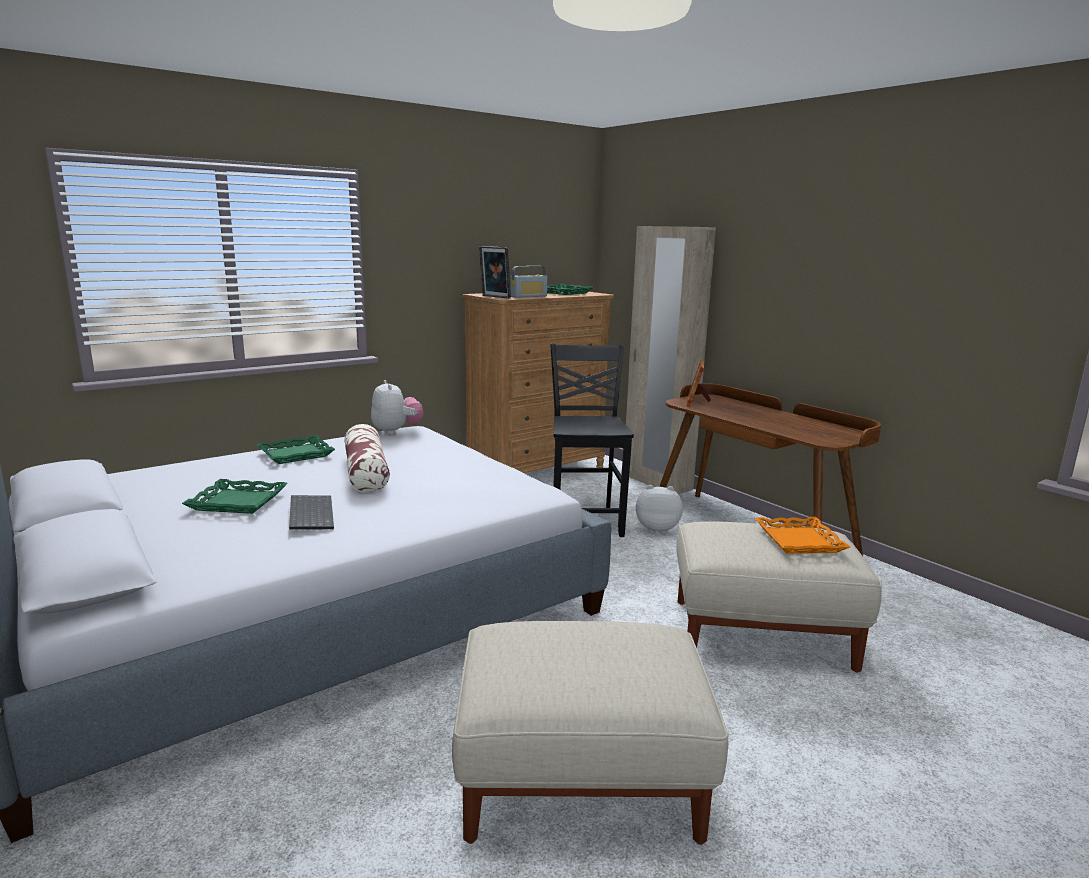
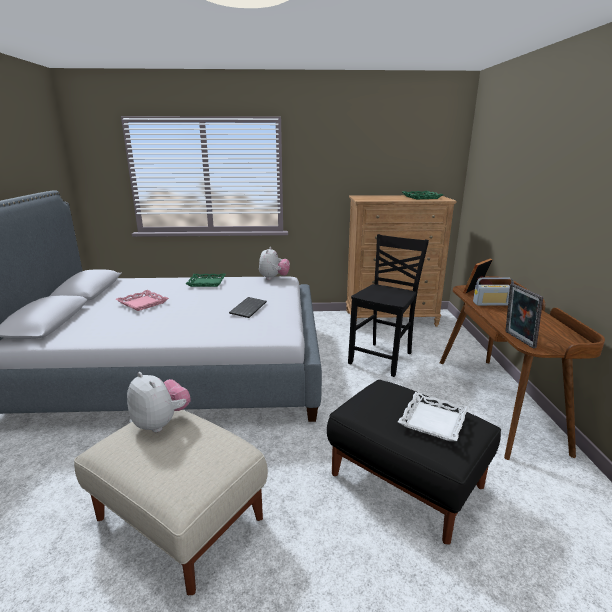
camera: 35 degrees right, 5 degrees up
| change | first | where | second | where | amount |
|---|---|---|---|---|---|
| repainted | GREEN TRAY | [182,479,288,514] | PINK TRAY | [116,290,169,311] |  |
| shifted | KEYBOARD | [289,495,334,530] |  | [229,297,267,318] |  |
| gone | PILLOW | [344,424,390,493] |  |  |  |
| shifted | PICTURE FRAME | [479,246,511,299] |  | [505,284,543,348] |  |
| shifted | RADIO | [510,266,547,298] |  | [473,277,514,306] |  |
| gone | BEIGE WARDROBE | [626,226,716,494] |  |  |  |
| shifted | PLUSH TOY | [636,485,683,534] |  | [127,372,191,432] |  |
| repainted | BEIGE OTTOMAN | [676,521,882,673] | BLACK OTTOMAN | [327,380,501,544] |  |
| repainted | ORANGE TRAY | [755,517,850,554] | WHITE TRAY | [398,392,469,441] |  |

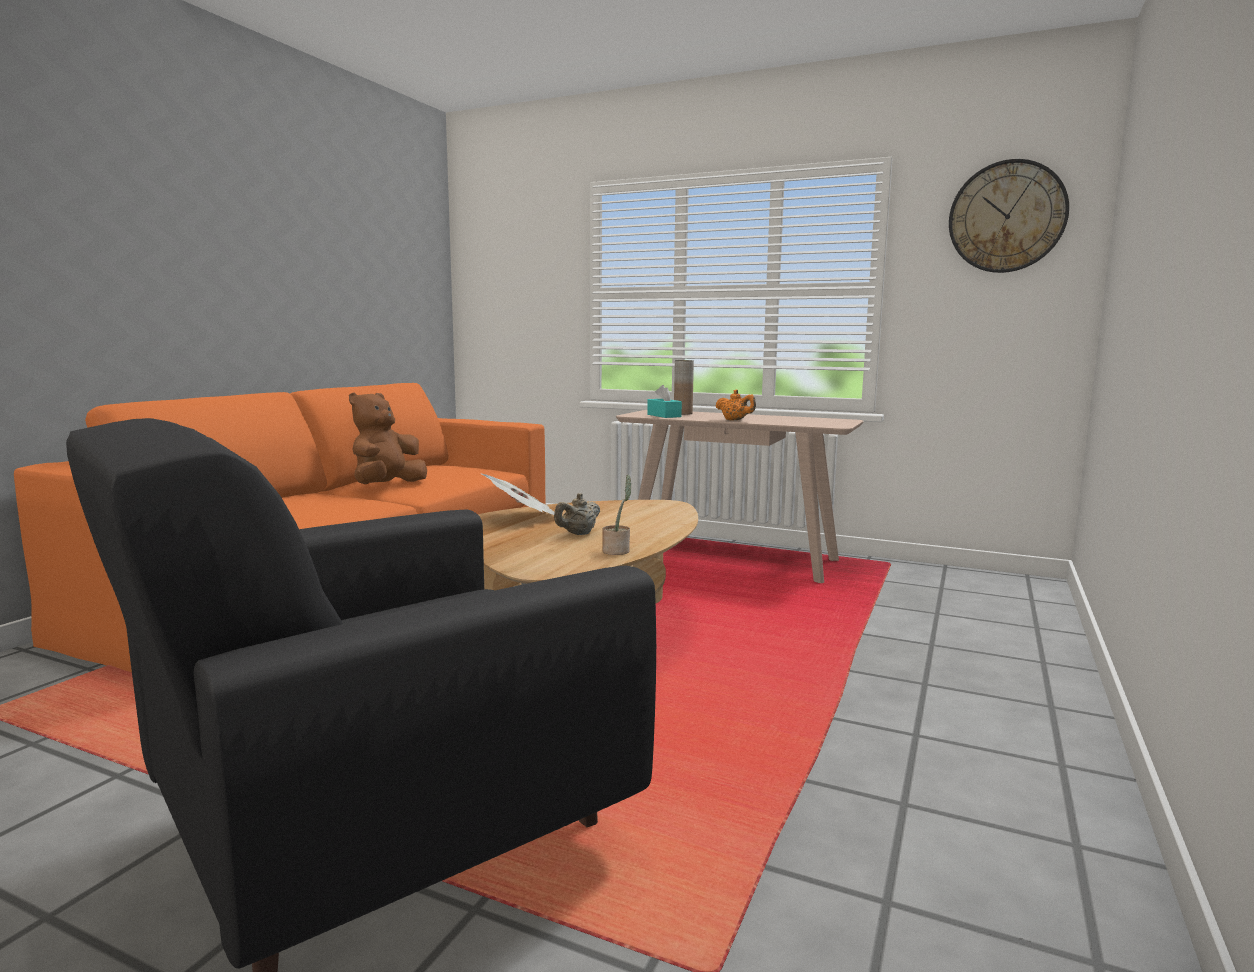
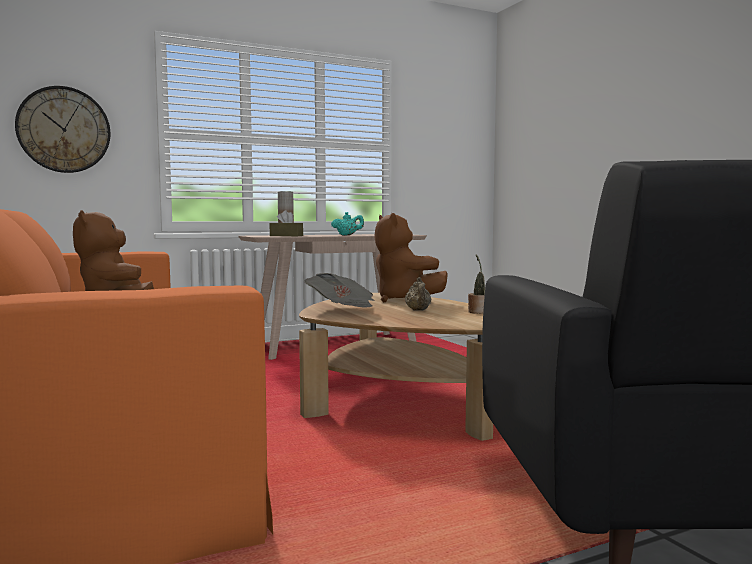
camera: 50 degrees left, 5 degrees down
| change | first | where | second | where | amount |
|---|---|---|---|---|---|
| repainted | TURQUOISE TISSUE BOX | [647,385,682,418] | BROWN TISSUE BOX | [270,210,303,236] |  |
| repainted | ORANGE TEAPOT | [715,390,756,420] | TURQUOISE TEAPOT | [331,212,364,236] |  |
| shifted | WALL CLOCK | [949,159,1069,273] |  | [15,86,111,173] |  |
| new |  |  | BROWN PLUSH TOY | [374,213,448,303] |  |

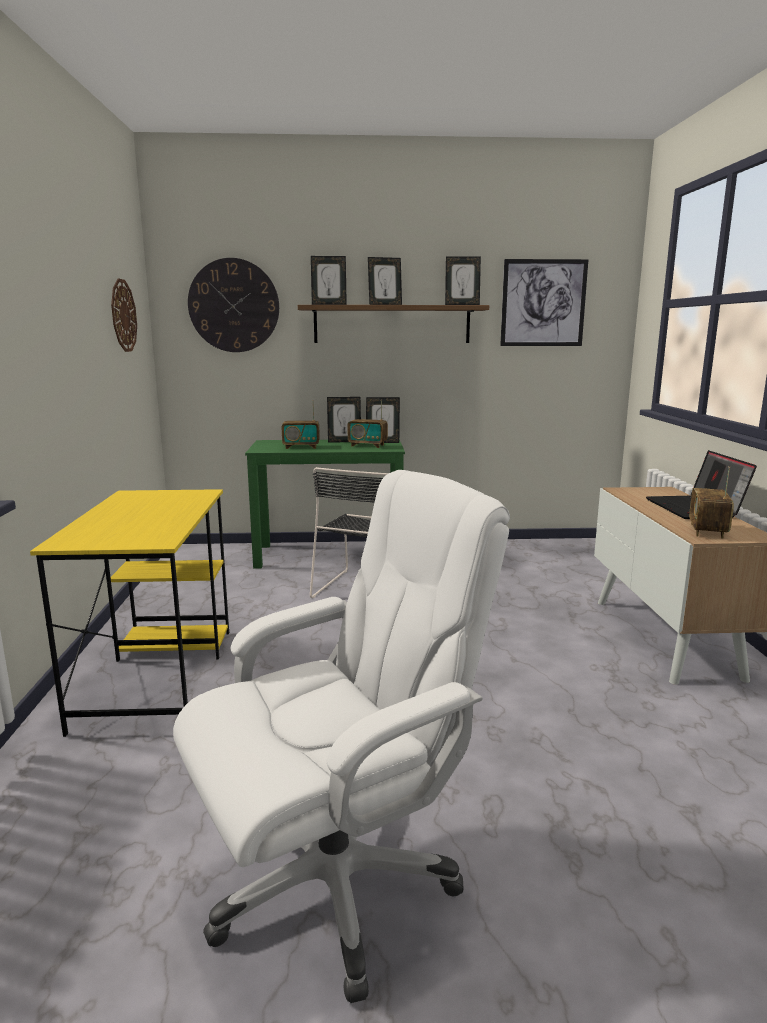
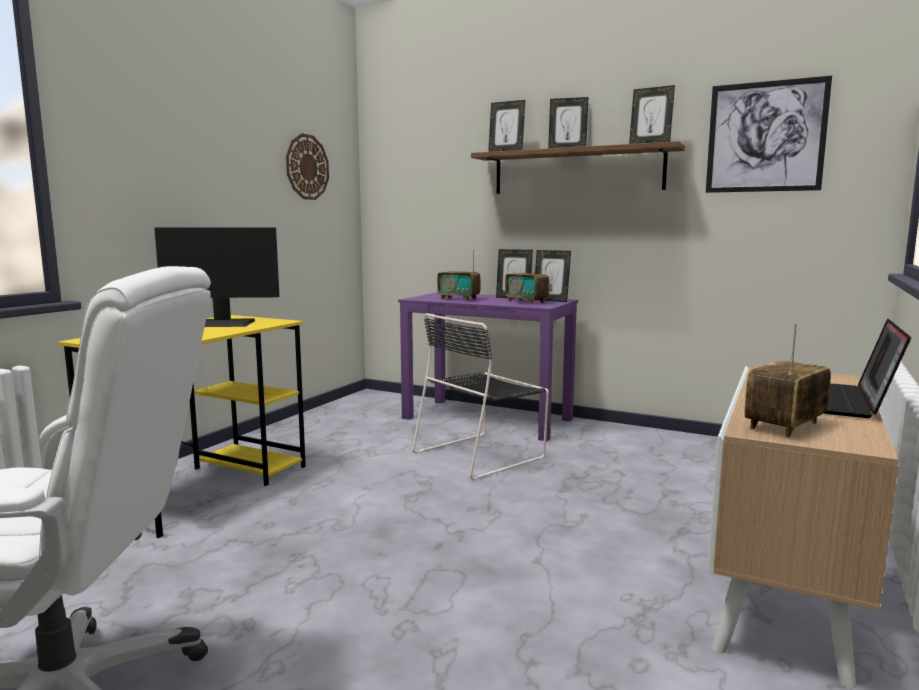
camera: 30 degrees right, 5 degrees down
| change | first | where | second | where | amount |
|---|---|---|---|---|---|
| gone | WALL CLOCK | [188,258,279,352] |  |  |  |
| repainted | GREEN DESK | [245,440,405,569] | PURPLE DESK | [398,292,578,441] |  |
| new |  |  | MONITOR | [154,227,279,327] |  |

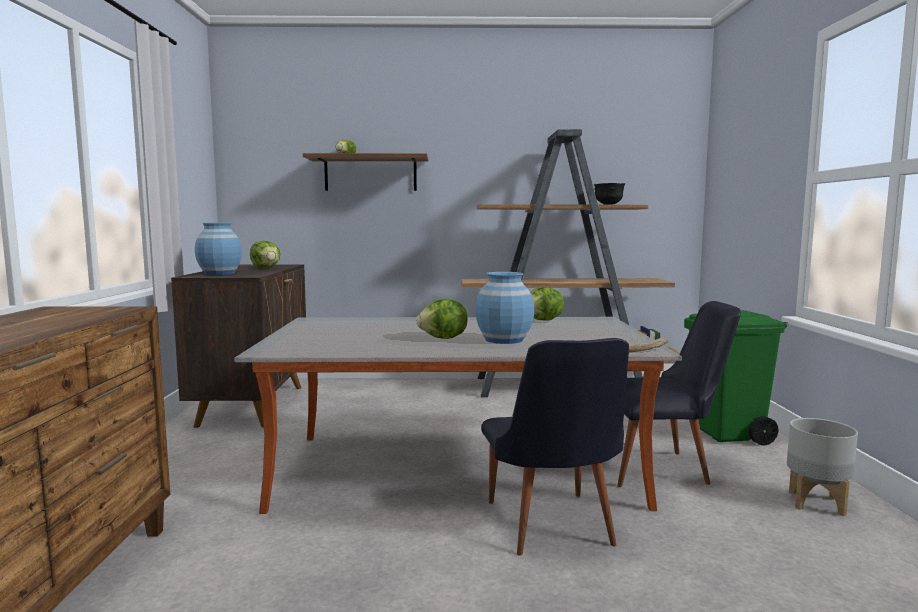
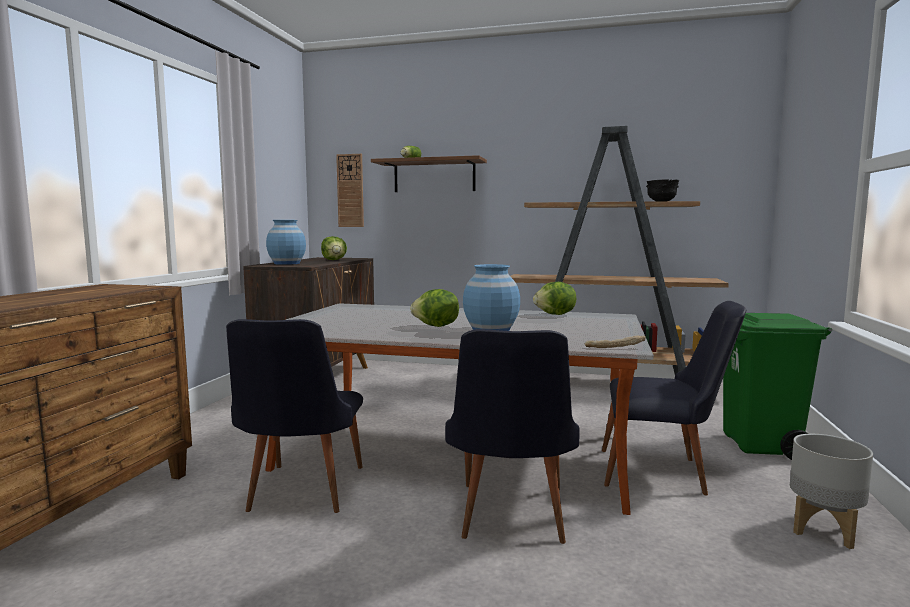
camera: 15 degrees right, 0 degrees up
| change | first | where | second | where | amount |
|---|---|---|---|---|---|
| new |  |  | BLACK CHAIR | [226,319,363,513] |  |
| new |  |  | WALL CLOCK | [336,154,364,227] |  |

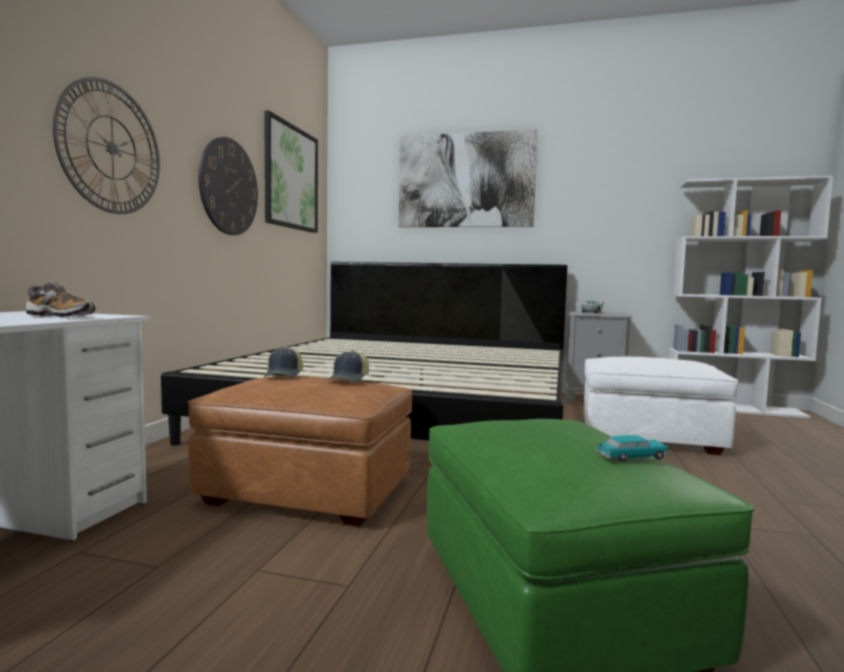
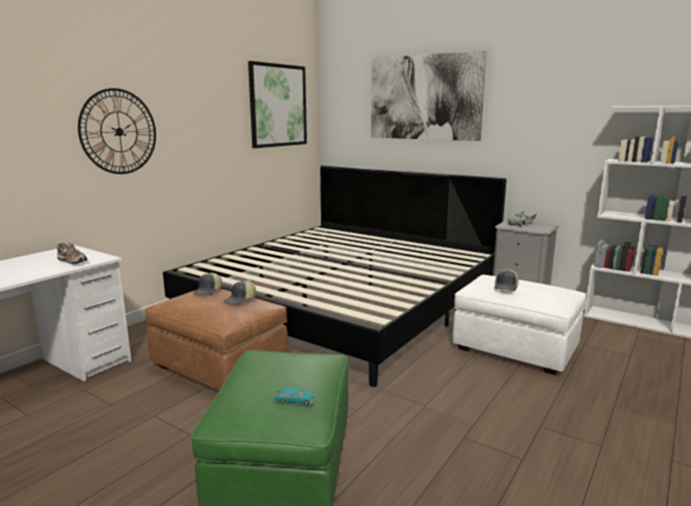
camera: 20 degrees right, 10 degrees up
| change | first | where | second | where | amount |
|---|---|---|---|---|---|
| gone | WALL CLOCK | [198,137,258,235] |  |  |  |
| new |  |  | CAP | [494,269,519,291] |  |

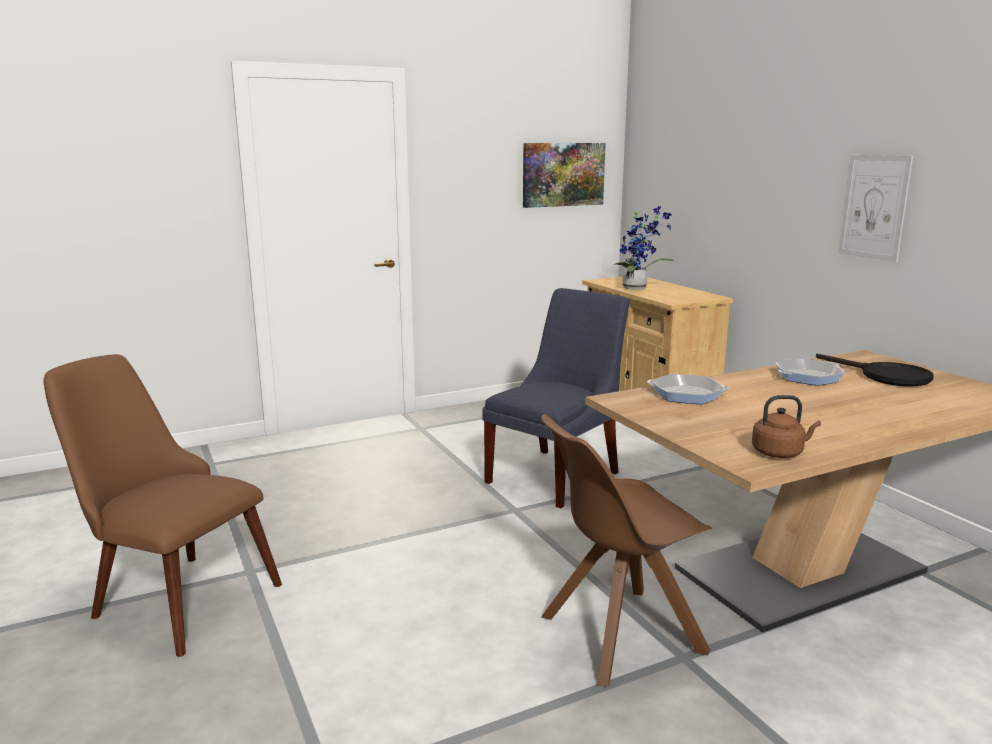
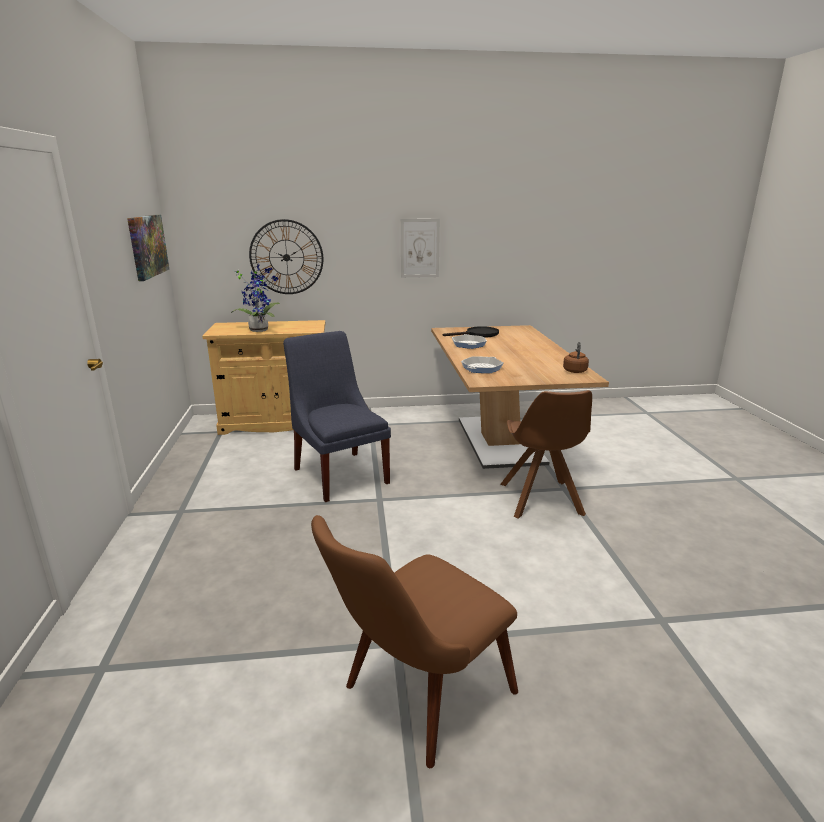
camera: 70 degrees left, 5 degrees up
| change | first | where | second | where | amount |
|---|---|---|---|---|---|
| new |  |  | WALL CLOCK | [249,219,323,294] |  |

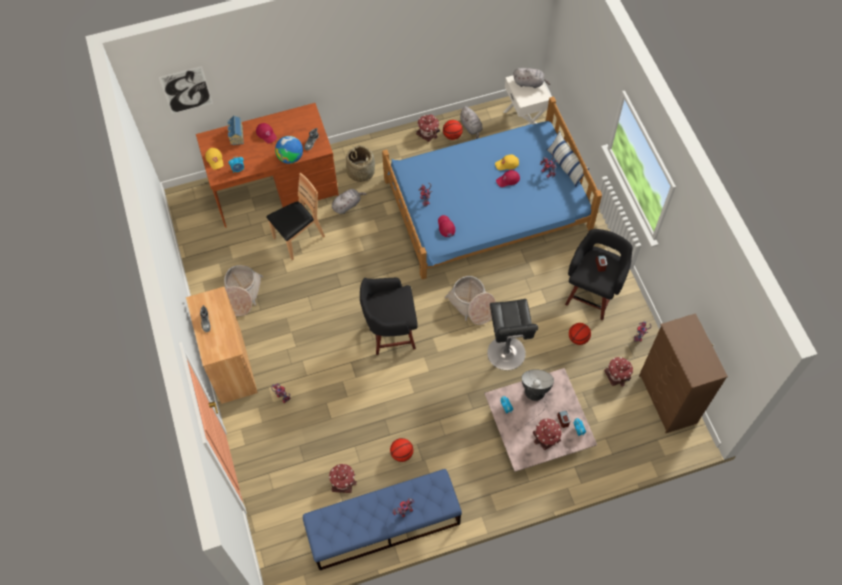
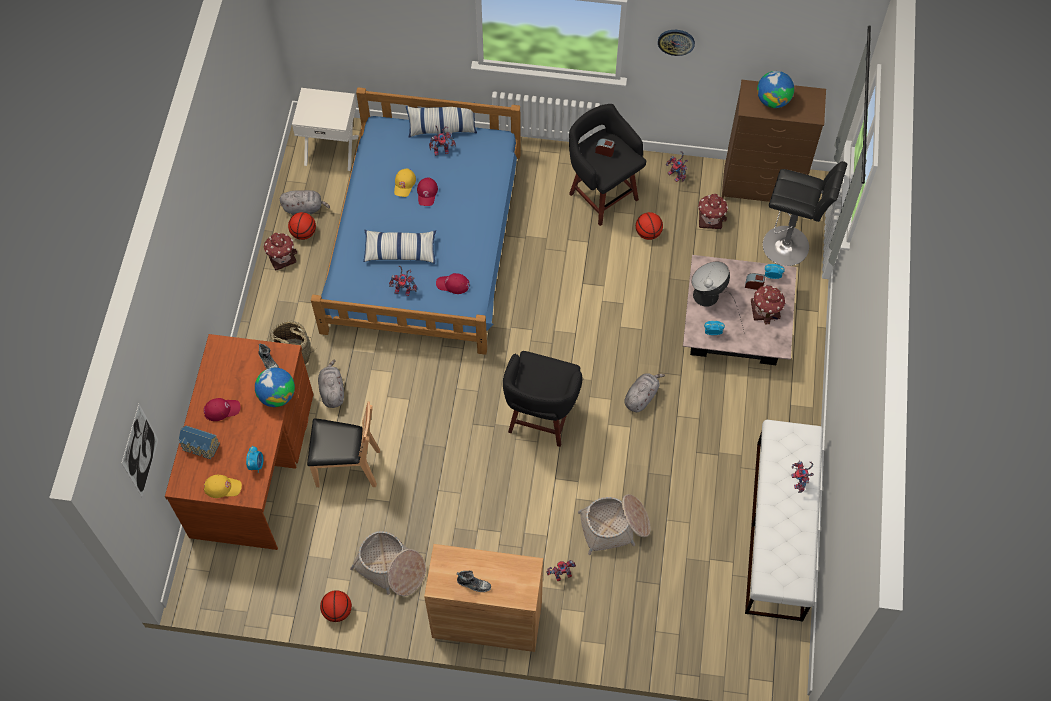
camera: 65 degrees left, 0 degrees up
| change | first | where | second | where | amount |
|---|---|---|---|---|---|
| rotated | BROWN CHAIR | [266,173,325,260] |  | [307,402,380,487] | 105 degrees clockwise |
| repainted | BLUE BENCH | [303,469,462,570] | WHITE BENCH | [745,420,823,622] |  |
| gone | TOY HOUSE | [329,464,357,493] |  |  |  |
| shifted | BASKETBALL | [390,438,413,462] |  | [320,590,352,622] |  |
| shifted | BASKET | [445,276,496,325] |  | [578,494,650,555] |  |
| shifted | BLACK STOOL | [487,299,538,370] |  | [763,161,847,266] |  |
| shifted | GREY PLUSH TOY | [513,68,550,88] |  | [624,373,665,412] |  |
| new |  |  | PILLOW | [363,230,436,263] |  |
| new |  |  | WALL CLOCK | [658,30,695,56] |  |
| new |  |  | GLOBE | [757,71,794,108] |  |

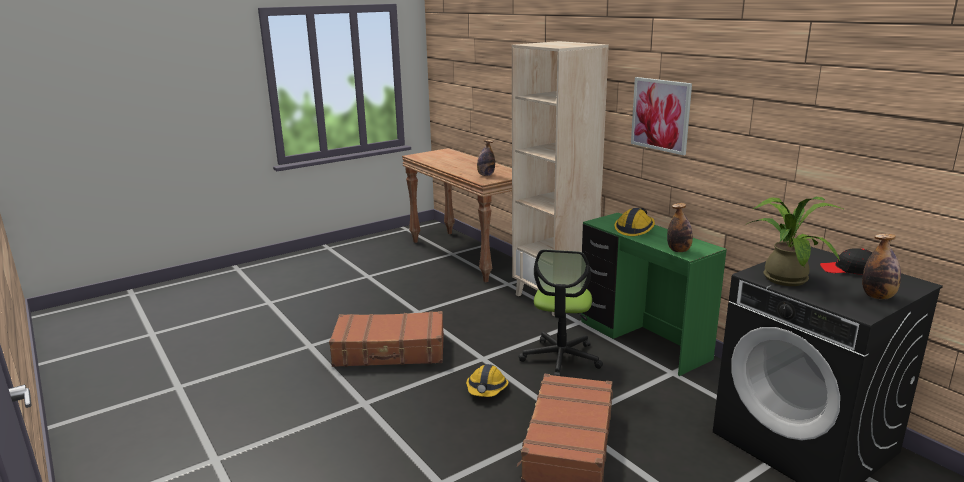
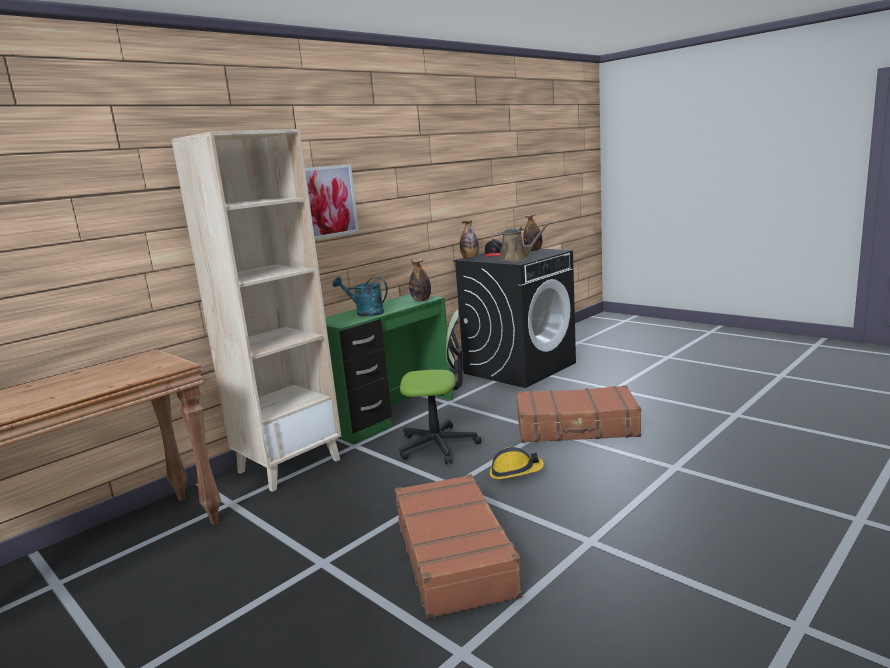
camera: 100 degrees left, 5 degrees down
| change | first | where | second | where | amount |
|---|---|---|---|---|---|
| shifted | BOTTLE | [477,140,495,176] |  | [460,220,479,259] |  |
| swapped | HARD HAT | [614,208,655,236] | TURQUOISE WATERING CAN | [333,276,388,317] |  |
| swapped | POTTED PLANT | [747,197,845,286] | BROWN WATERING CAN | [492,222,551,262] |  |

